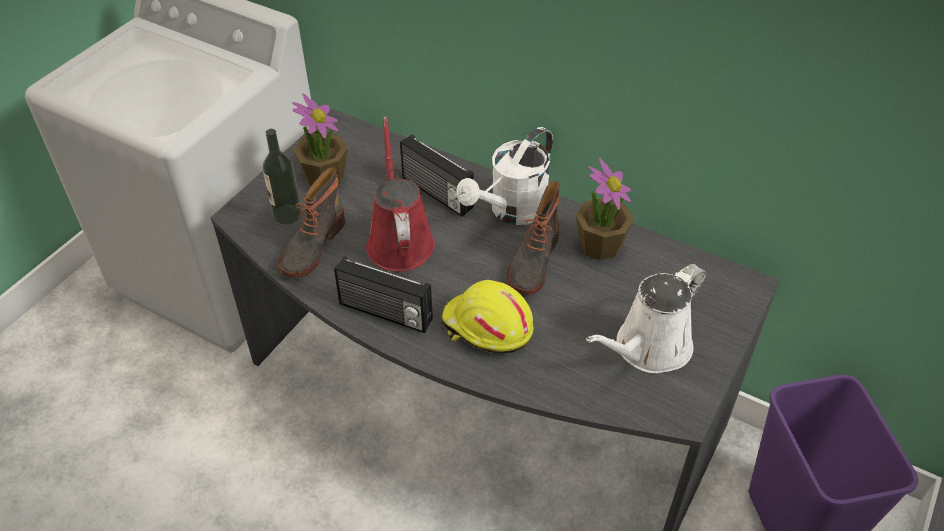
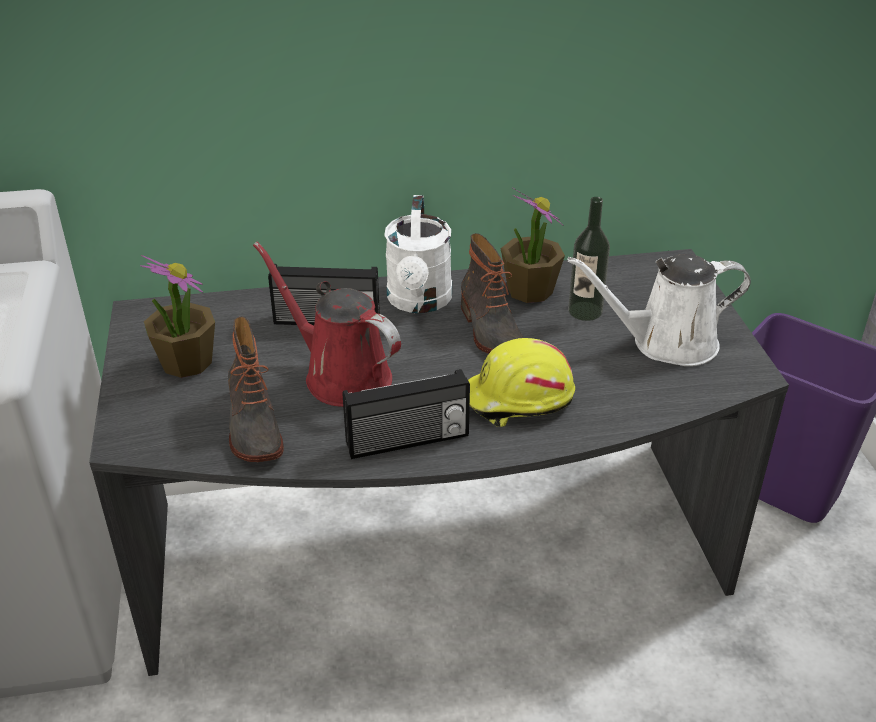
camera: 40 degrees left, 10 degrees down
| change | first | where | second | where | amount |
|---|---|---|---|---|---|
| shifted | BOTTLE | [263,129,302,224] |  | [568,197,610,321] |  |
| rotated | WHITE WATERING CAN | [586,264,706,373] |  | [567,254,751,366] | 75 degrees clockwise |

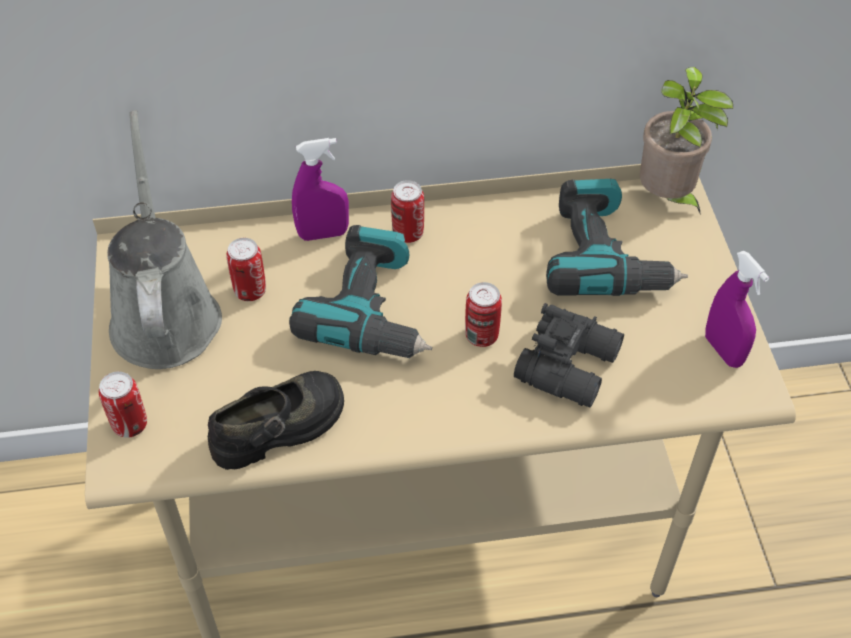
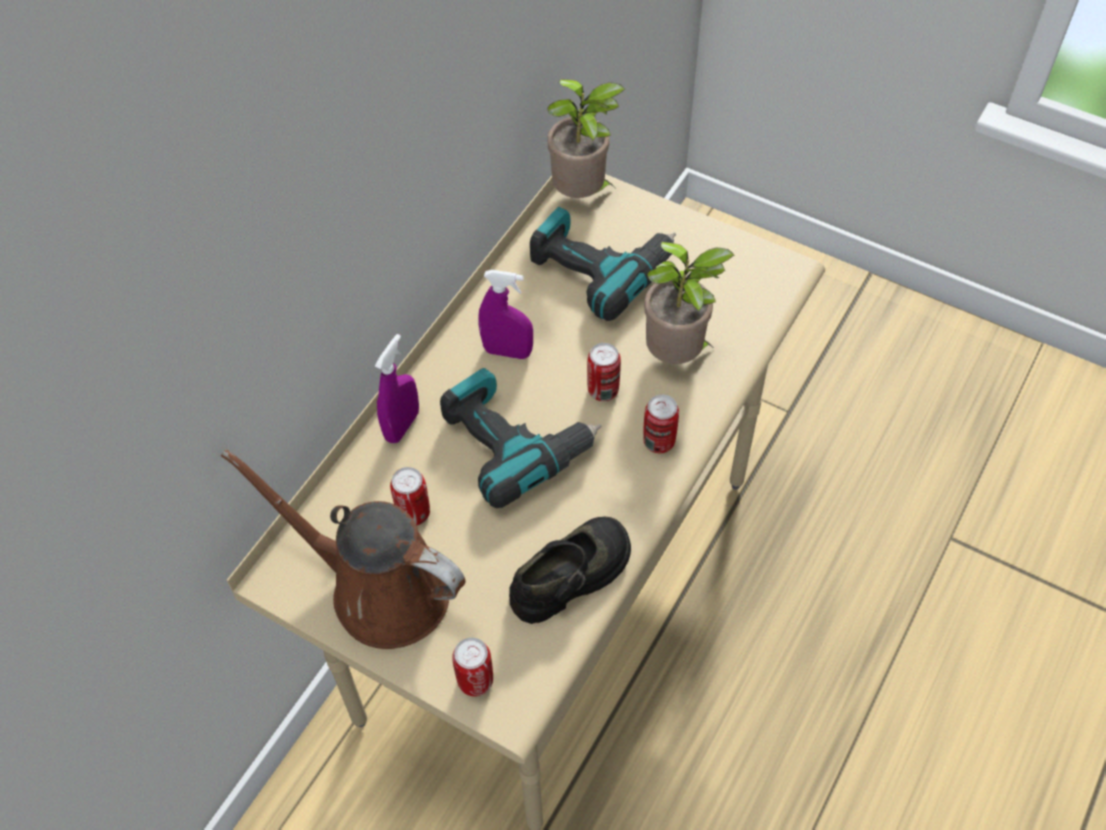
camera: 50 degrees left, 5 degrees up
| change | first | where | second | where | amount |
|---|---|---|---|---|---|
| repainted | GREY WATERING CAN | [107,110,222,369] | BROWN WATERING CAN | [221,449,466,649] |  |
| rotated | BLACK SHOE | [208,371,344,470] |  | [509,517,631,624] | 45 degrees clockwise |
| shifted | CAN | [391,180,424,243] |  | [643,395,679,453] |  |
| swapped | BLACK BINOCULARS | [514,303,624,407] | POTTED PLANT | [644,242,735,364] |  |
| shifted | PURPLE SPRAY BOTTLE | [705,251,769,368] |  | [478,270,533,359] |  |

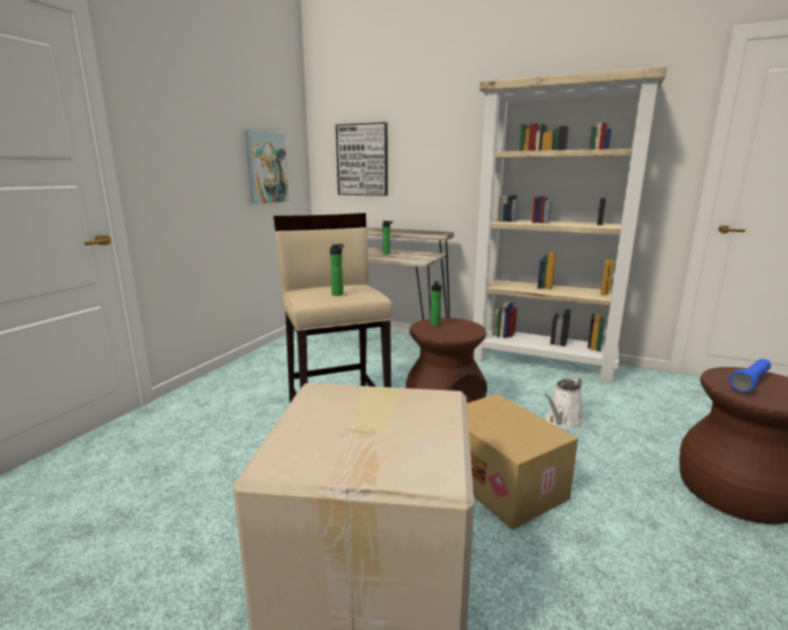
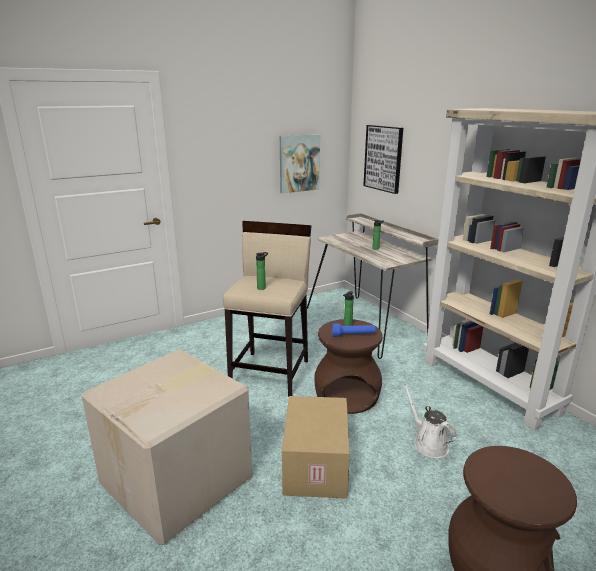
camera: 35 degrees right, 5 degrees up
| change | first | where | second | where | amount |
|---|---|---|---|---|---|
| rotated | WHITE WATERING CAN | [544,377,585,429] |  | [403,385,456,458] | 75 degrees clockwise |
| shifted | BLUE FLASHLIGHT | [729,359,771,392] |  | [332,324,376,337] |  |

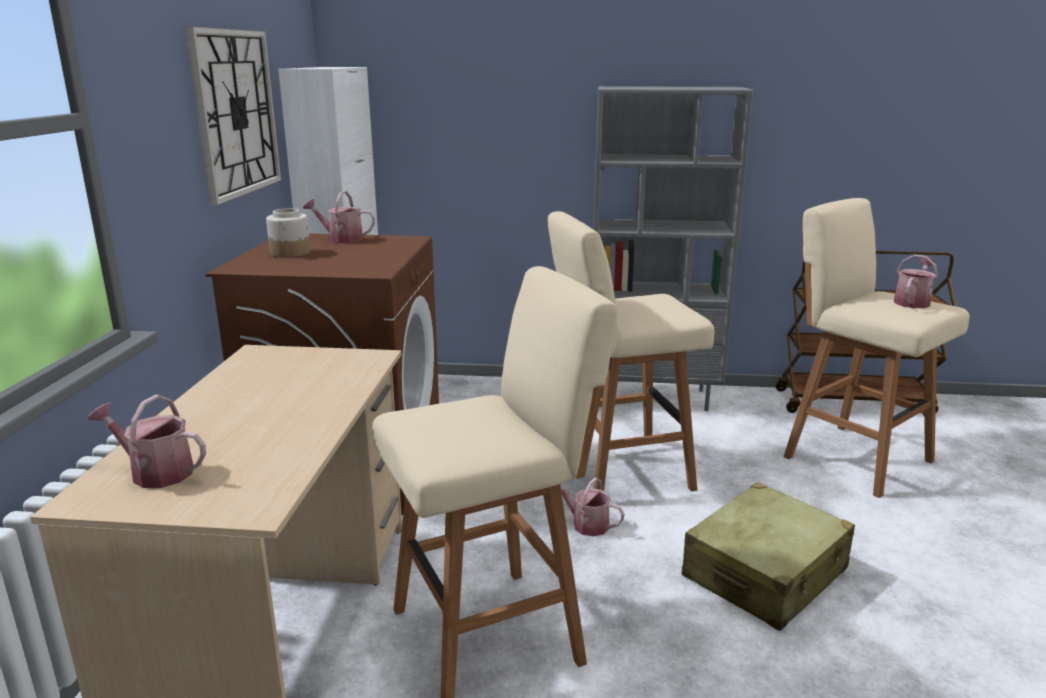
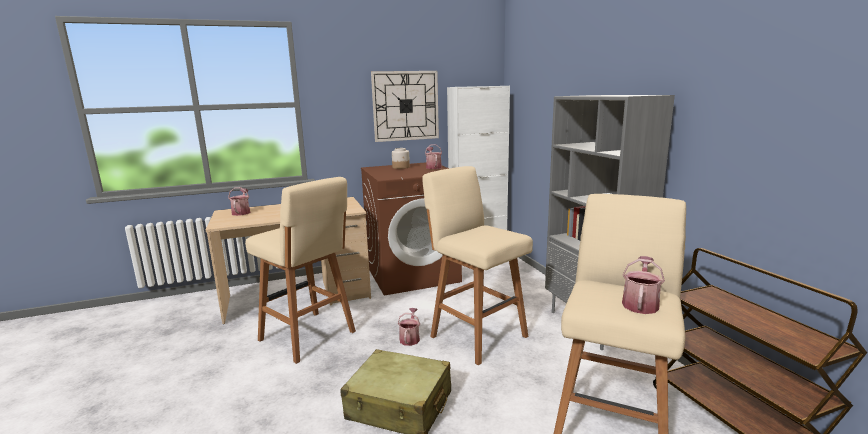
camera: 65 degrees right, 5 degrees down
| change | first | where | second | where | amount |
|---|---|---|---|---|---|
| rotated | WATERING CAN | [894,254,938,308] |  | [622,256,665,314] | 75 degrees counterclockwise |

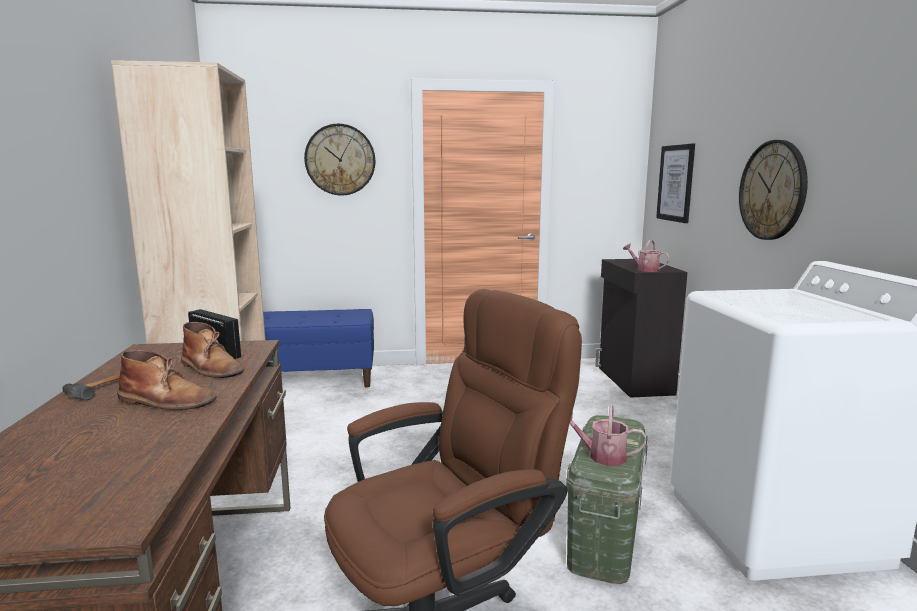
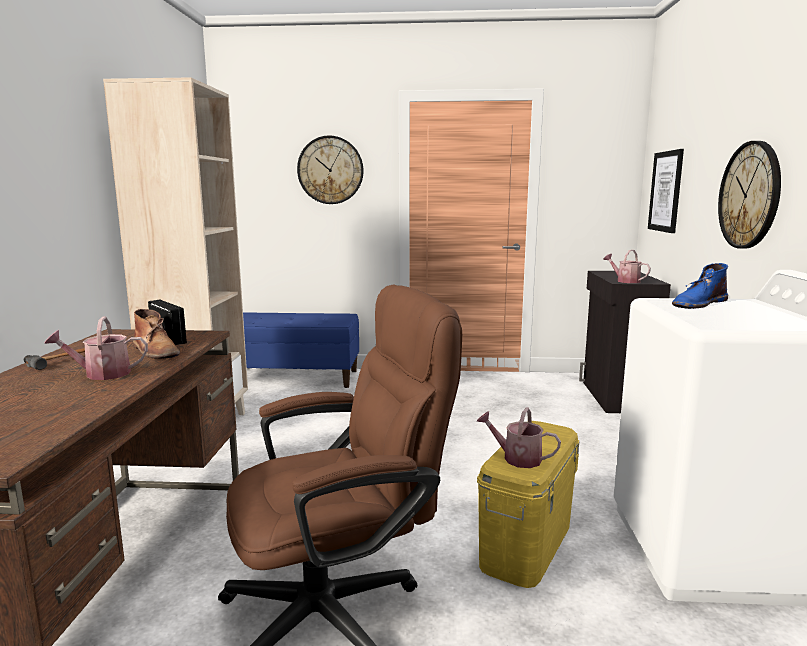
camera: 10 degrees right, 0 degrees up
| change | first | where | second | where | amount |
|---|---|---|---|---|---|
| swapped | BROWN BOOT | [117,350,217,410] | WATERING CAN | [45,316,148,380] |  |
| repainted | GREEN STORAGE BOX | [566,415,648,584] | YELLOW STORAGE BOX | [477,421,579,588] |  |
| new |  |  | BLUE BOOT | [672,263,728,309] |  |

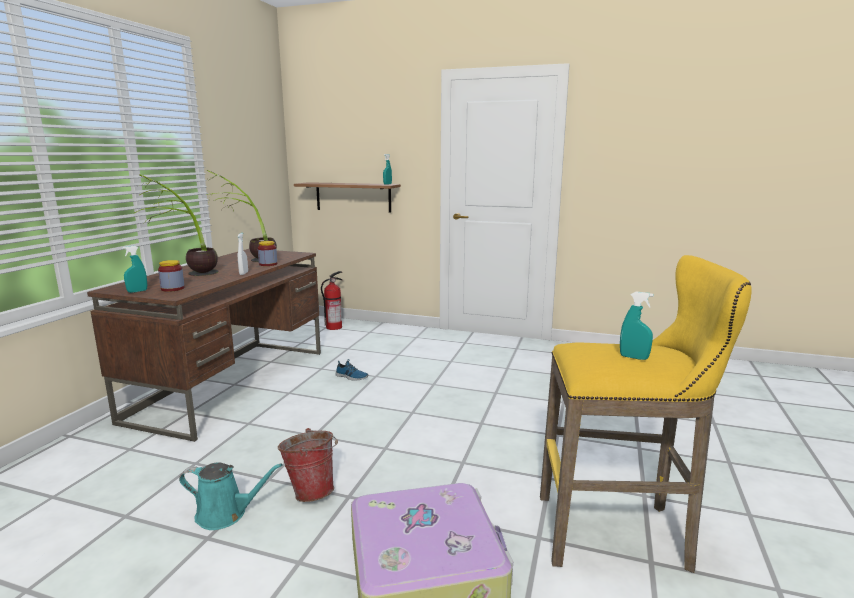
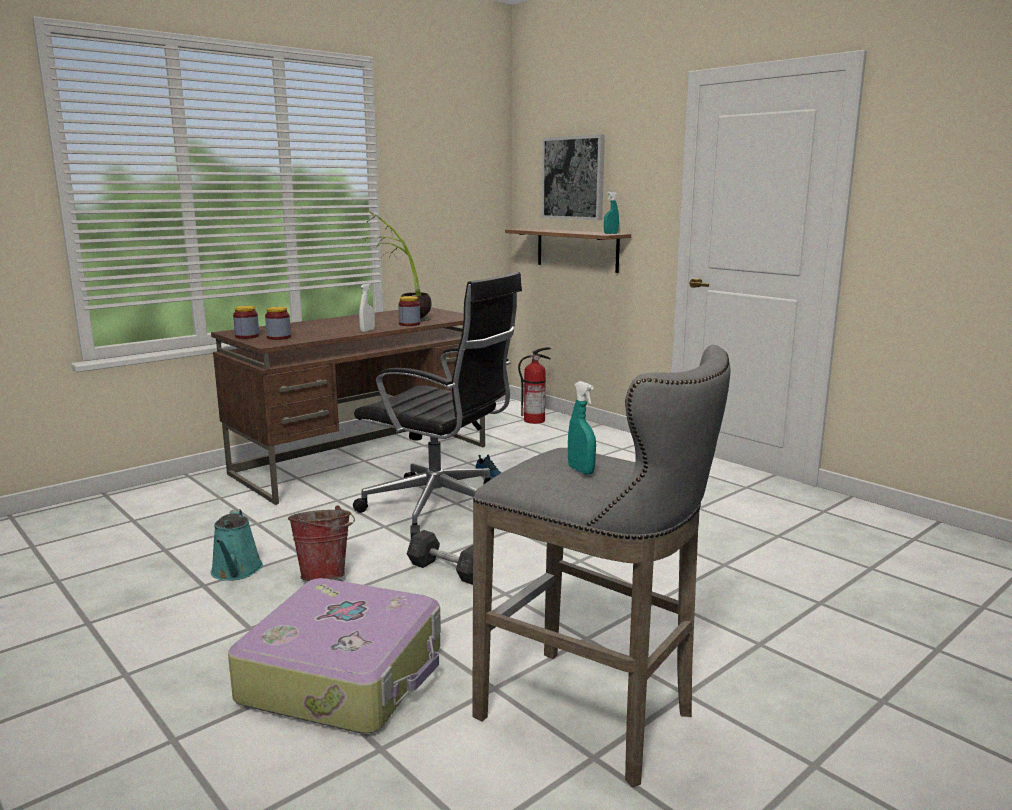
camera: 30 degrees right, 0 degrees up
| change | first | where | second | where | amount |
|---|---|---|---|---|---|
| swapped | TURQUOISE SPRAY BOTTLE | [122,246,147,293] | JAR | [233,306,259,339] |  |
| gone | POTTED PLANT | [134,174,218,276] |  |  |  |
| rotated | TURQUOISE WATERING CAN | [179,462,283,530] |  | [211,509,263,581] | 45 degrees clockwise |
| repainted | YELLOW STOOL | [540,255,752,573] | GREY STOOL | [472,345,730,787] |  |
| new |  |  | BLACK OFFICE CHAIR | [353,272,522,538] |  |
| new |  |  | GREY DUMBBELL | [407,530,473,585] |  |
| new |  |  | PICTURE | [541,134,605,220] |  |

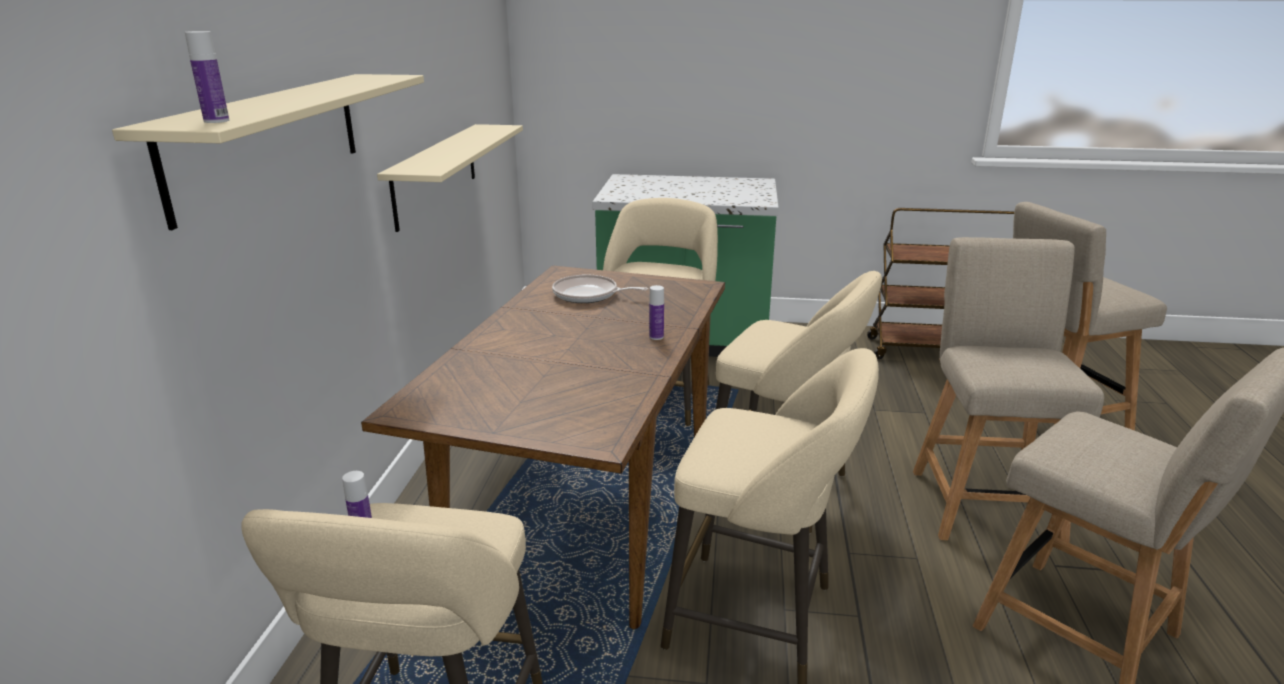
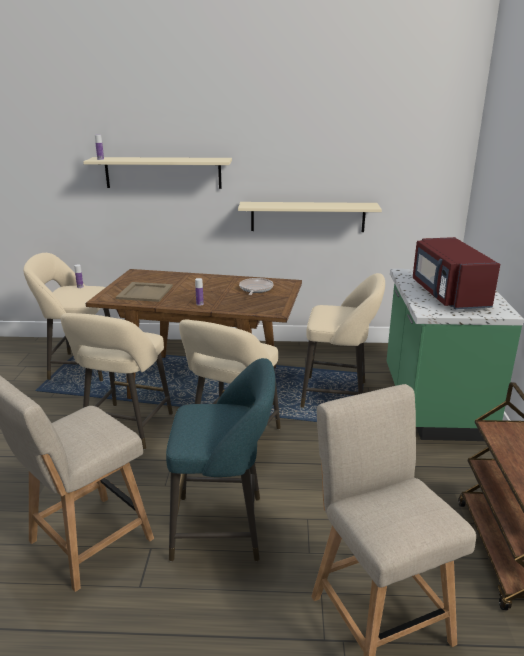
camera: 85 degrees right, 0 degrees up
| change | first | where | second | where | amount |
|---|---|---|---|---|---|
| swapped | BEIGE CHAIR | [913,237,1104,543] | TURQUOISE STOOL | [166,358,276,562] |  |
| new |  |  | BEIGE TRAY | [116,282,173,302] |  |
| new |  |  | RED MICROWAVE | [413,237,500,309] |  |

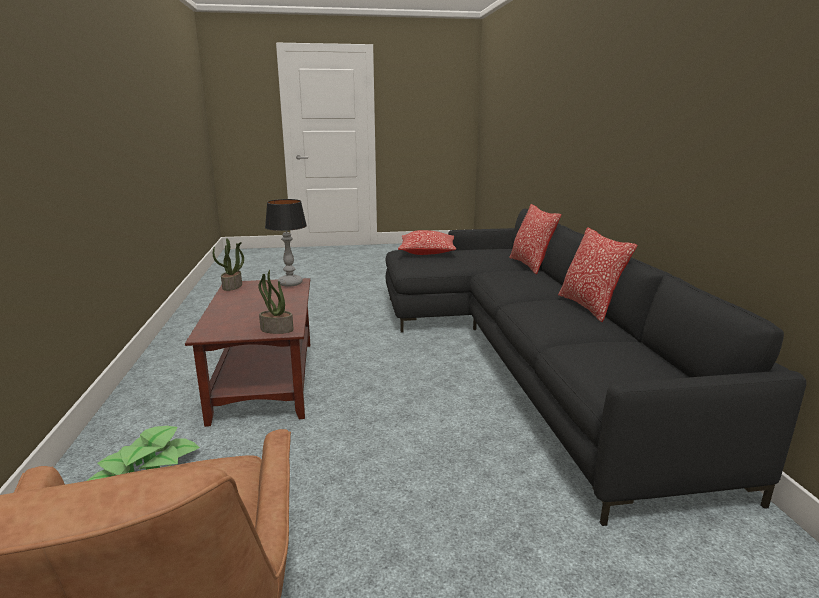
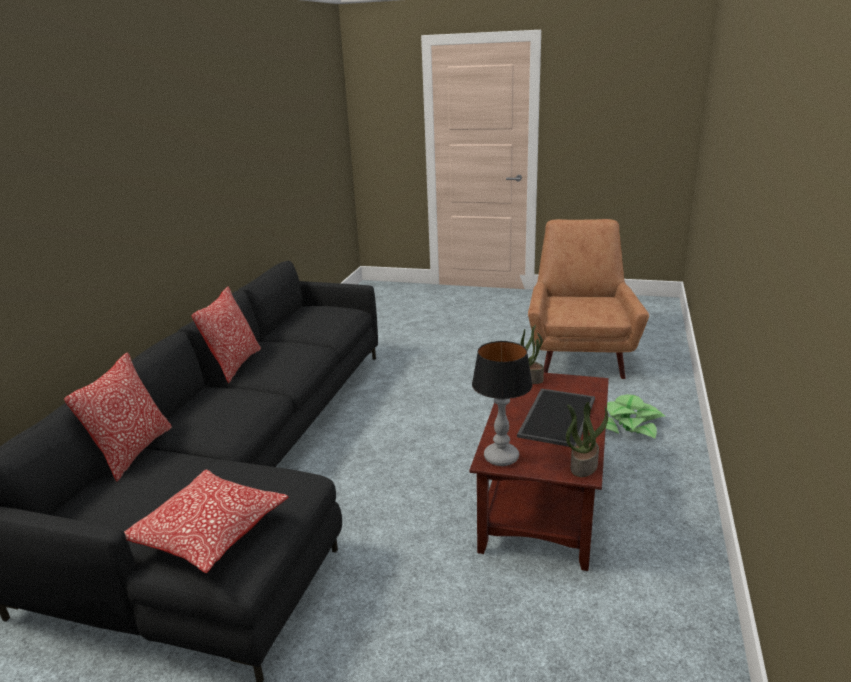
camera: 155 degrees left, 5 degrees up
| change | first | where | second | where | amount |
|---|---|---|---|---|---|
| new |  |  | TRAY | [517,388,595,447] |  |

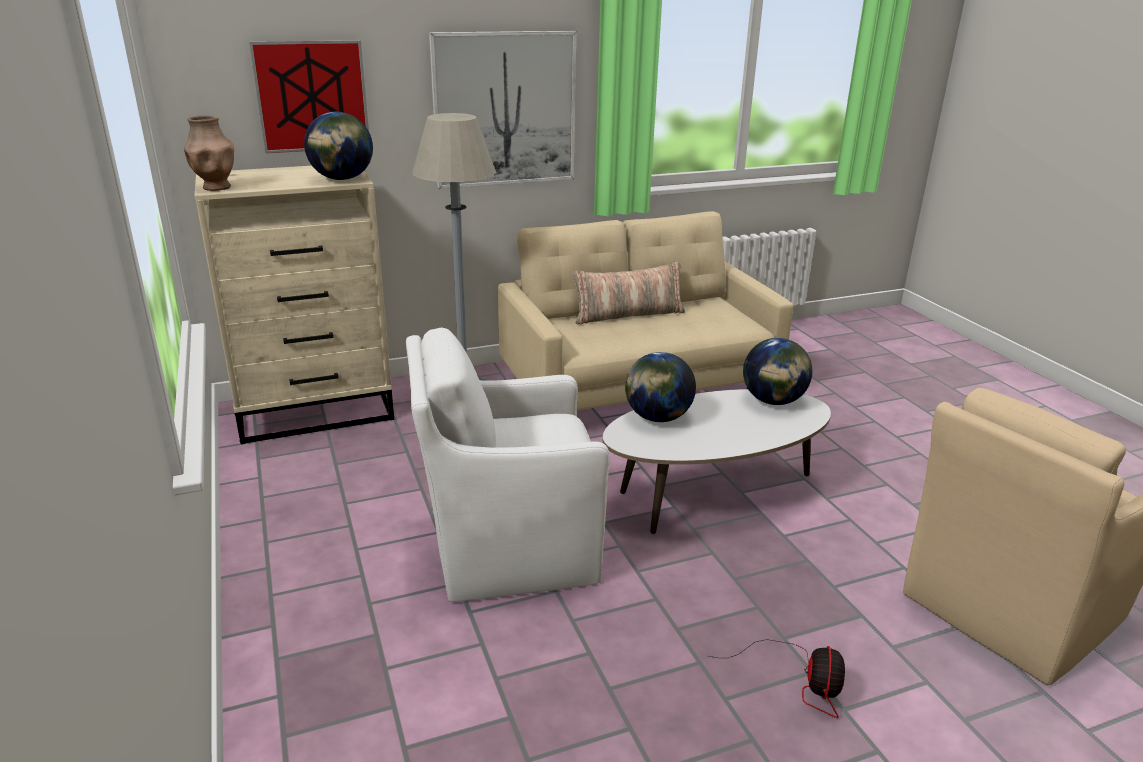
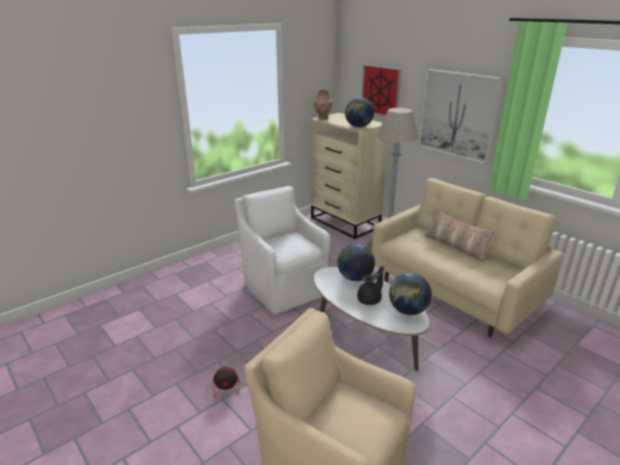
camera: 70 degrees right, 0 degrees up
| change | first | where | second | where | amount |
|---|---|---|---|---|---|
| new |  |  | BLACK TEAPOT | [357,266,384,305] |  |

